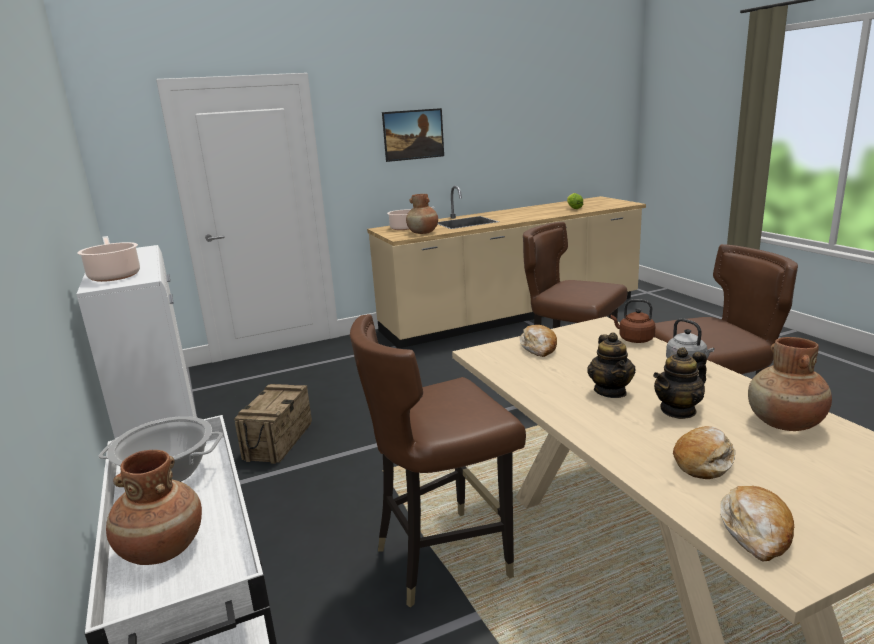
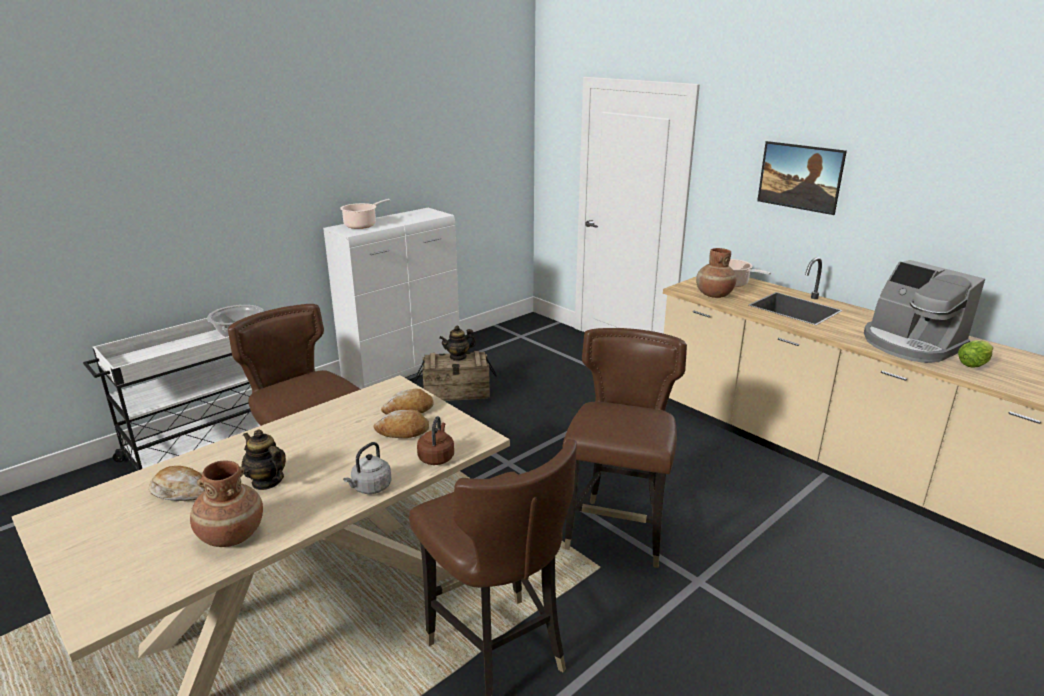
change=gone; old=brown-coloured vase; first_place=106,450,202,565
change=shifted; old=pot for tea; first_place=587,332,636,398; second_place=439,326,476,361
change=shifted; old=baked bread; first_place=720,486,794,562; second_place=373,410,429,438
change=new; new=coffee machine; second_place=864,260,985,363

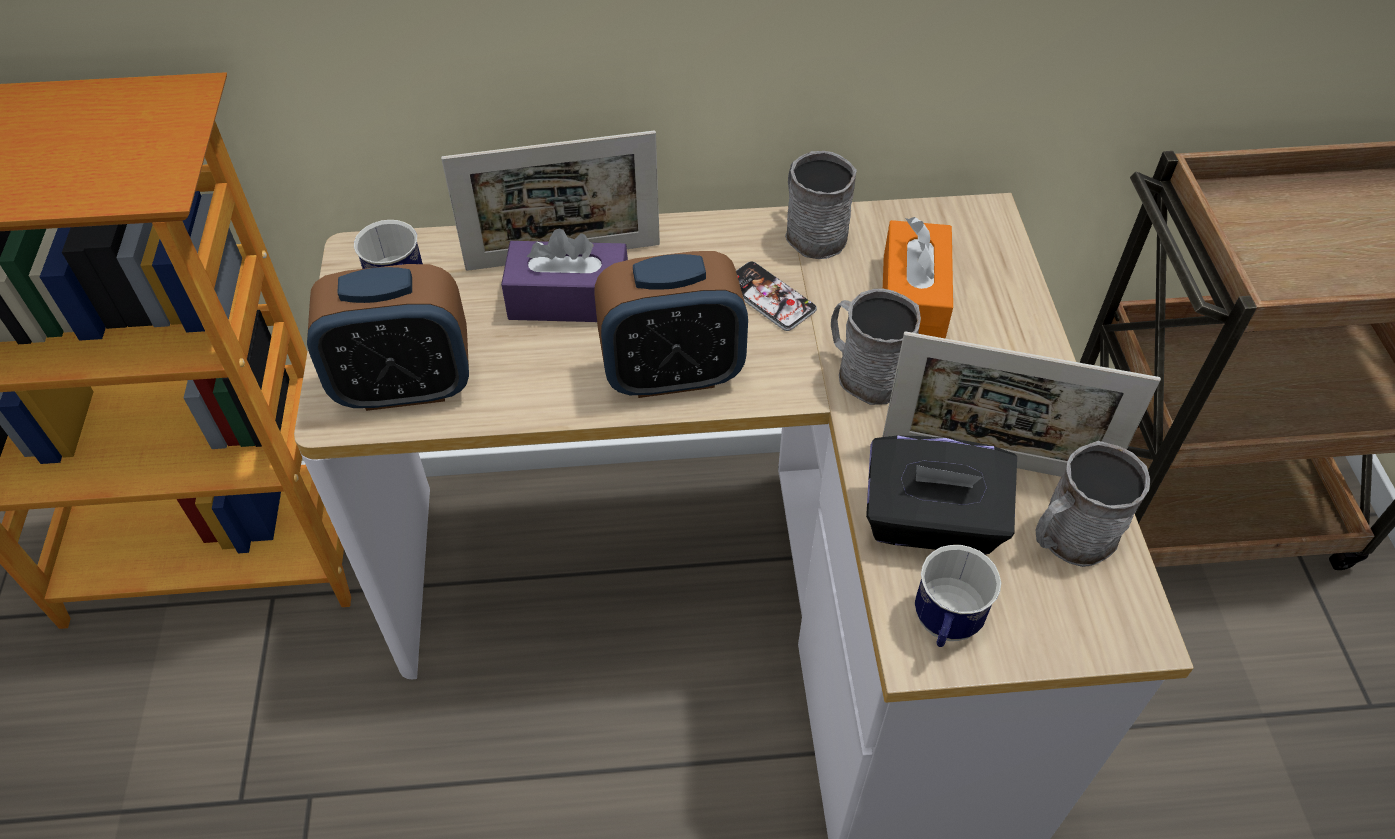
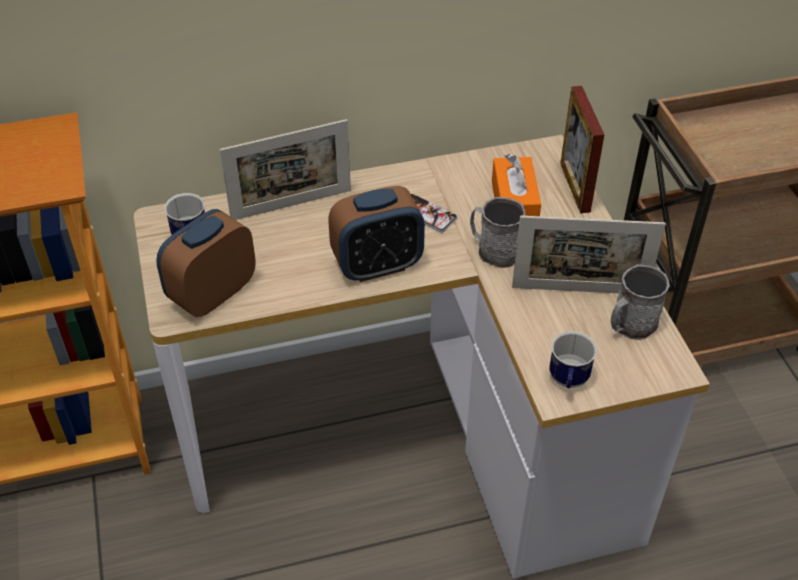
change=rotated; old=alarm clock; first_place=307,264,469,411; second_place=156,209,256,317; degrees=150
change=gone; old=purplish tissue box; first_place=501,228,628,322
change=gone; old=greyish mug; first_place=785,151,857,259
change=gone; old=blackish tissue box; first_place=866,435,1017,554
change=new; new=photo frame; second_place=560,86,605,214

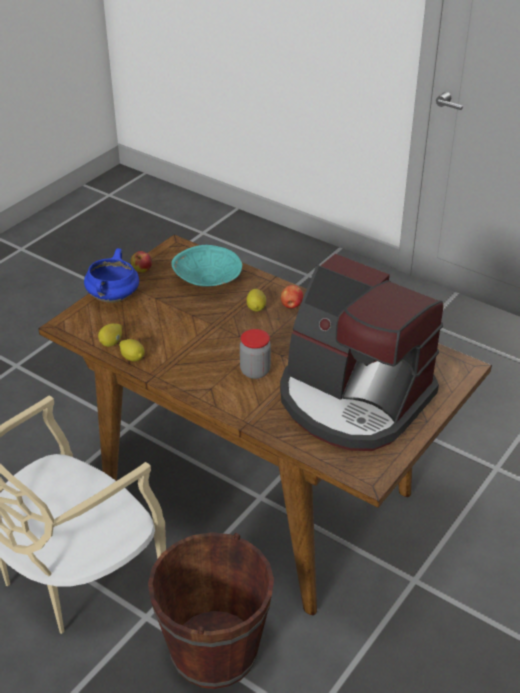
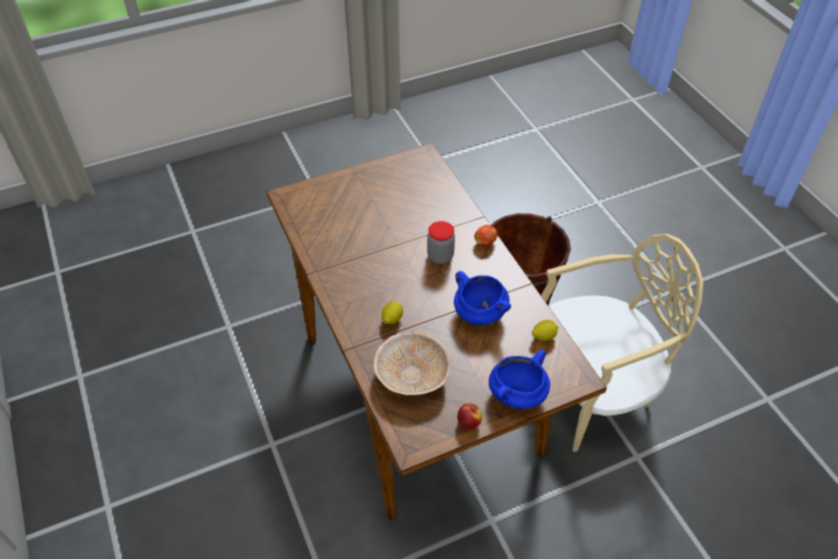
change=gone; old=whole lemon; first_place=119,339,144,362
change=repainted; old=turquoise serving bowl; new=sand-coloured serving bowl; first_place=171,245,242,287; second_place=373,332,451,395
change=gone; old=coffee machine; first_place=280,254,443,451
change=shifted; old=apple; first_place=281,285,303,309; second_place=474,225,497,246
change=new; new=bluish stockpot; second_place=454,271,511,325

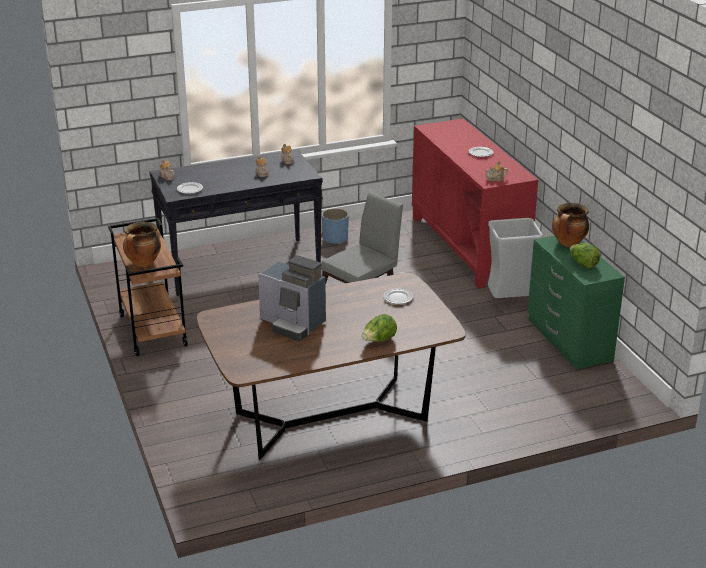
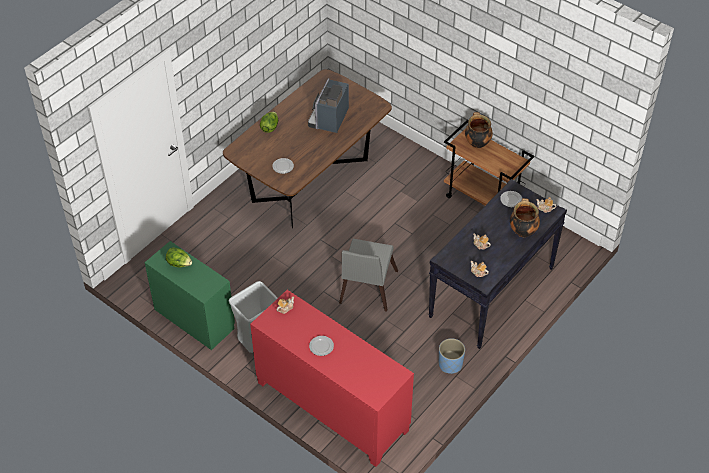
change=rotated; old=coffee machine; first_place=258,255,326,341; second_place=308,78,349,133; degrees=-75
change=shifted; old=stockpot; first_place=552,203,589,247; second_place=510,198,540,237

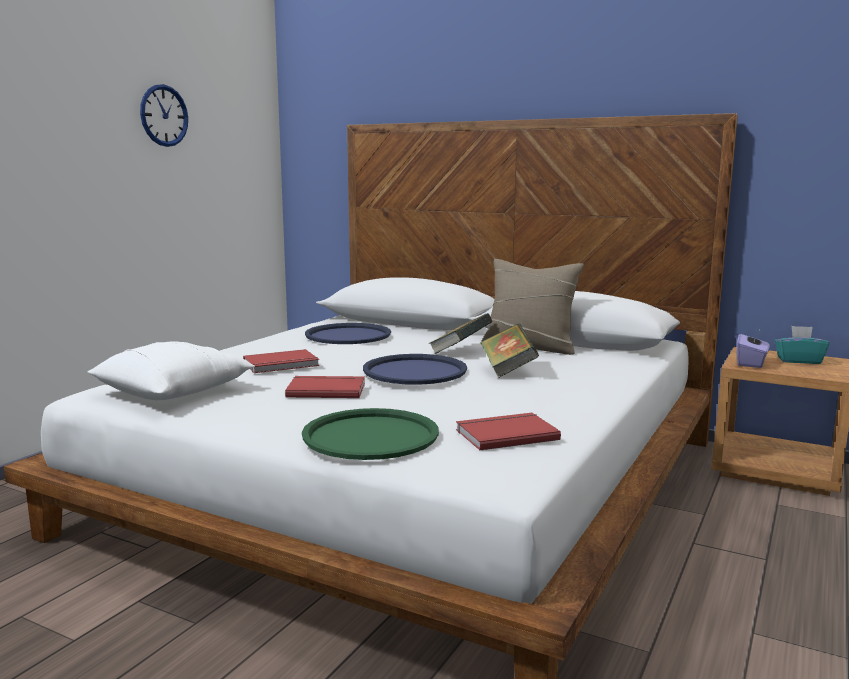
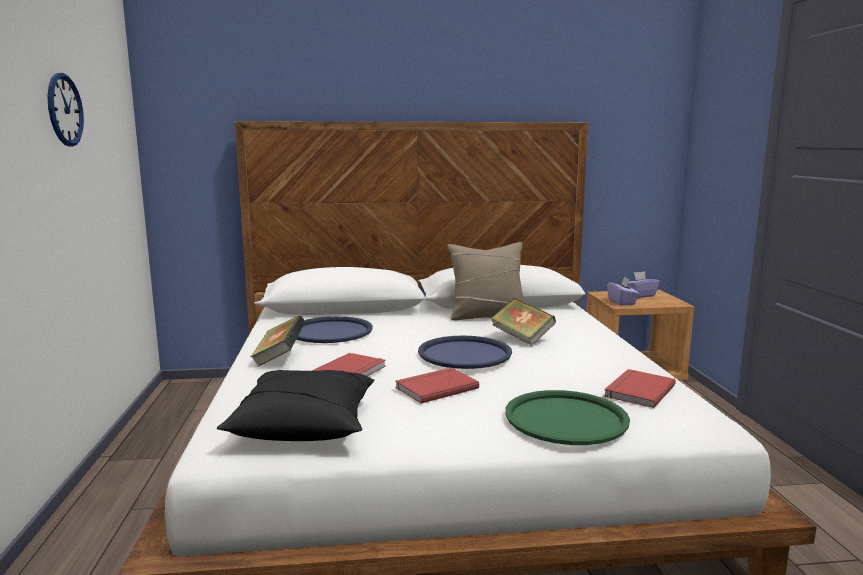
change=repainted; old=whitish pillow; new=blackish pillow; first_place=88,342,255,400; second_place=217,370,375,441
change=shifted; old=volume; first_place=428,313,493,354; second_place=251,316,305,367
change=repainted; old=turquoise tissue box; new=purplish tissue box; first_place=775,326,829,364; second_place=627,271,659,298

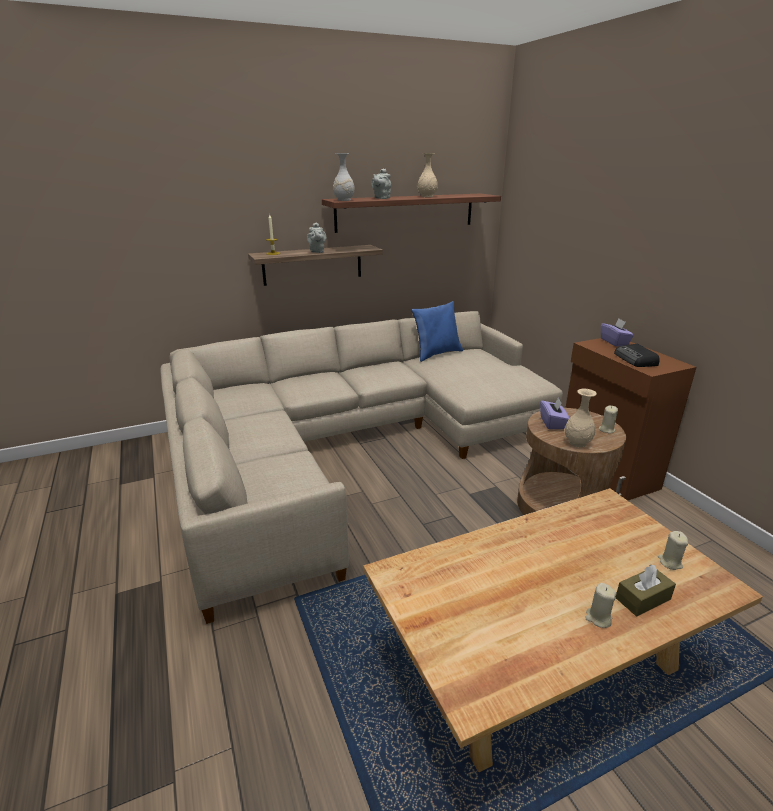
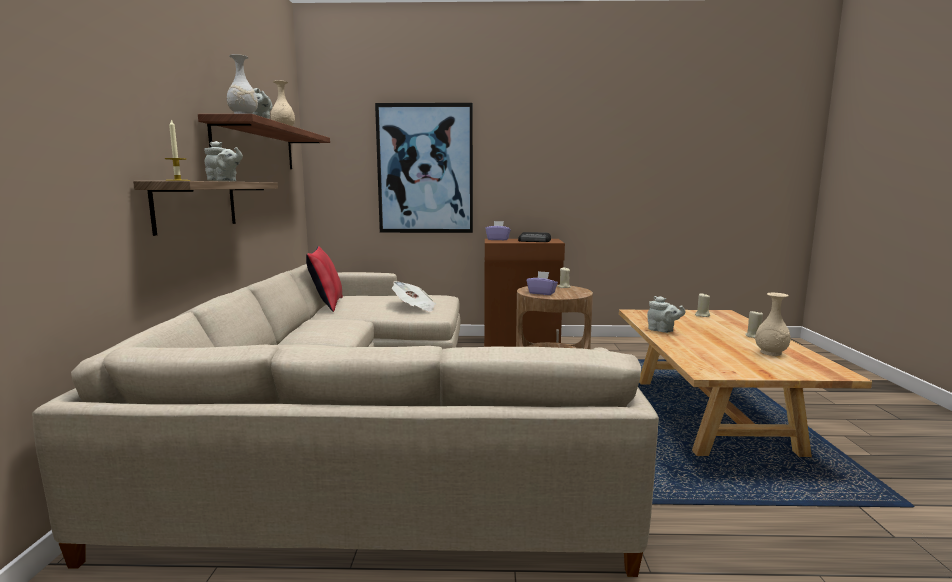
change=repainted; old=bluish pillow; new=reddish pillow; first_place=412,301,463,362; second_place=306,246,343,312
change=shifted; old=sand-coloured vase; first_place=565,389,597,447; second_place=755,293,791,356
change=gone; old=brown-coloured tissue box; first_place=615,565,676,616
change=new; new=wall picture; second_place=375,103,473,233
change=new; new=newspaper; second_place=392,281,436,312
change=new; new=greyish pot for tea; second_place=647,296,686,333

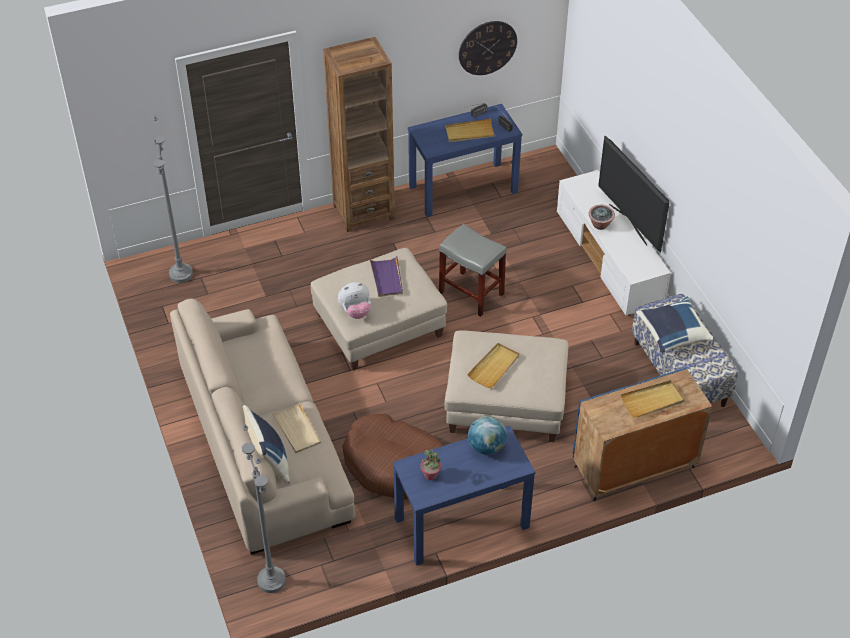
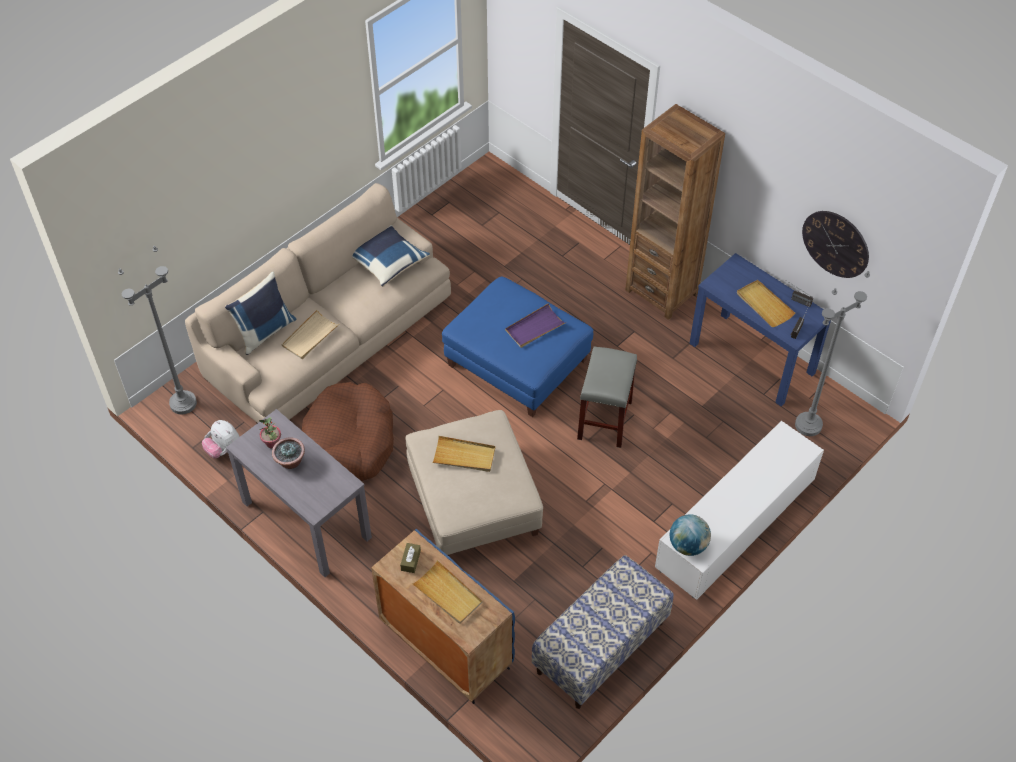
change=shifted; old=greyish floor lamp; first_place=153,115,193,283; second_place=795,271,870,436
change=repainted; old=sand-coloured pouffe; new=bluish pouffe; first_place=311,248,447,370; second_place=442,276,593,417
change=shifted; old=plush toy; first_place=338,282,371,319; second_place=202,420,240,458
change=repainted; old=bluish hall table; new=greyish hall table; first_place=393,425,535,566; second_place=226,409,372,577
change=shifted; old=world globe; first_place=468,416,507,455; second_place=670,514,711,556
change=shifted; old=potted plant; first_place=589,205,615,230; second_place=272,437,305,469
change=gone; old=television; first_place=598,135,669,253
change=shifted; old=bluish pillow; first_place=636,297,714,353; second_place=352,225,430,287
change=new; new=brown-coloured tissue box; second_place=400,543,421,573

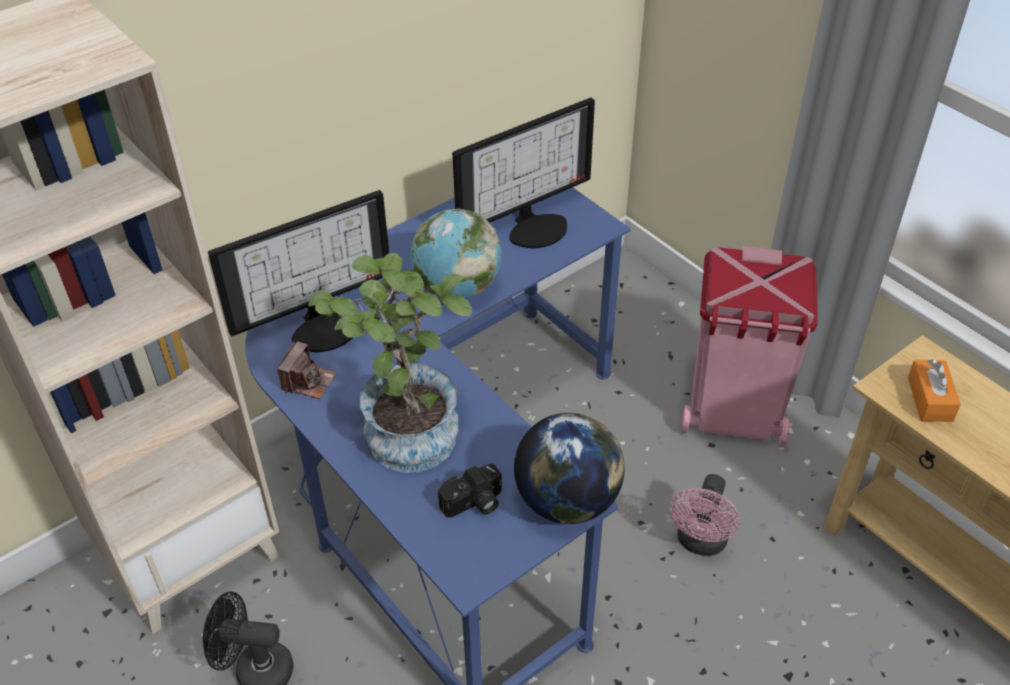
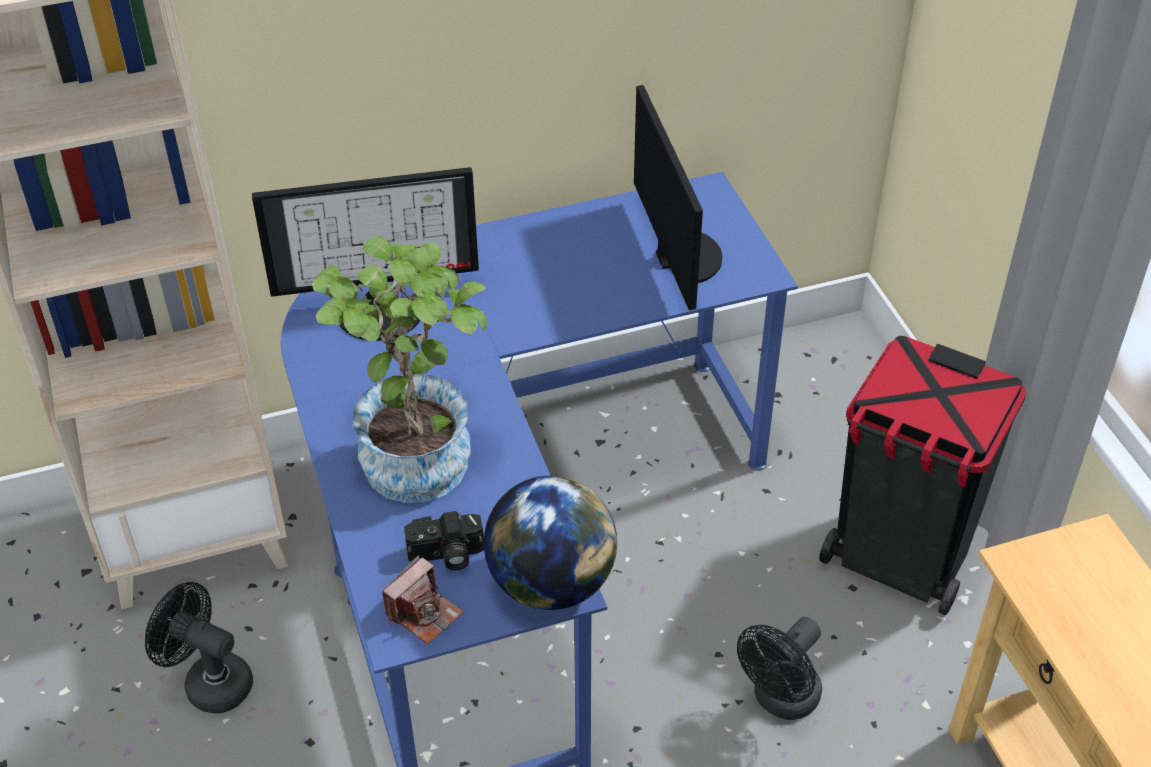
change=shifted; old=photo camera; first_place=277,341,337,399; second_place=382,556,464,644
change=gone; old=world globe; first_place=411,209,502,299
change=rotated; old=monitor; first_place=452,98,595,248; second_place=634,85,722,310; degrees=-90
change=repainted; old=pinkish fan; new=blackish fan; first_place=670,474,740,556; second_place=737,617,822,720
change=repainted; old=pinkish waste bin; new=blackish waste bin; first_place=681,247,818,446; second_place=819,336,1026,615
change=gone; old=orange tissue box; first_place=908,359,961,422

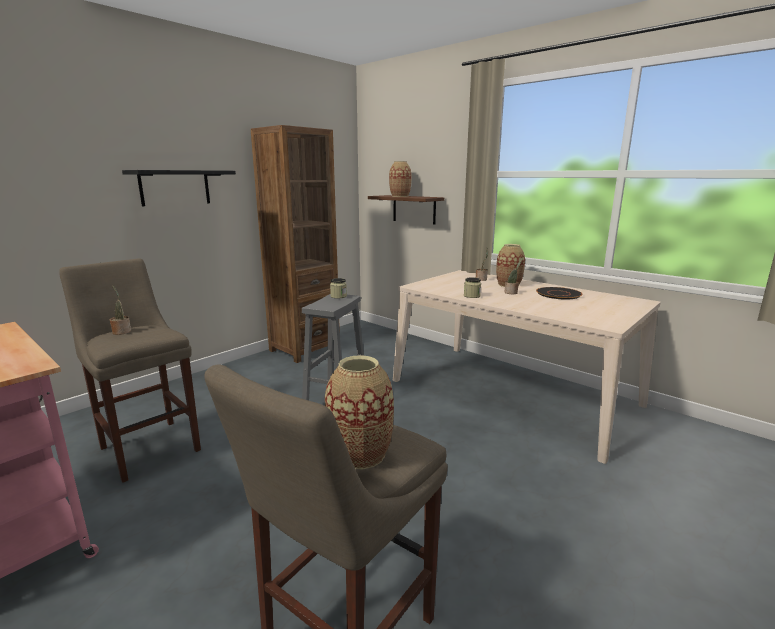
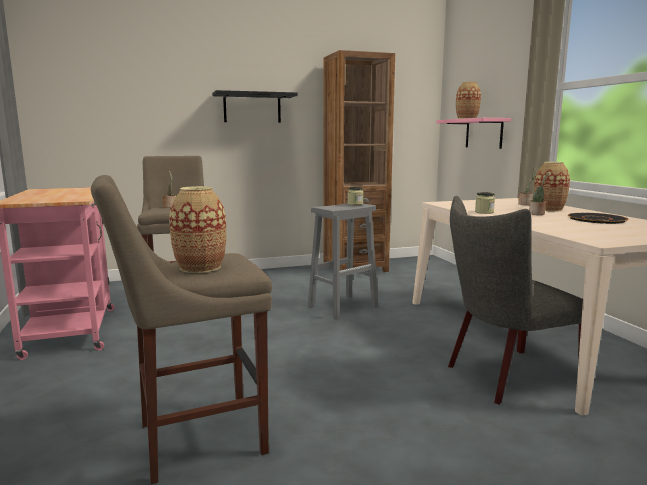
change=repainted; old=brown-coloured shelf; new=pinkish shelf; first_place=368,195,444,225; second_place=436,118,511,149
change=new; new=greyish plain chair; second_place=448,196,583,405

